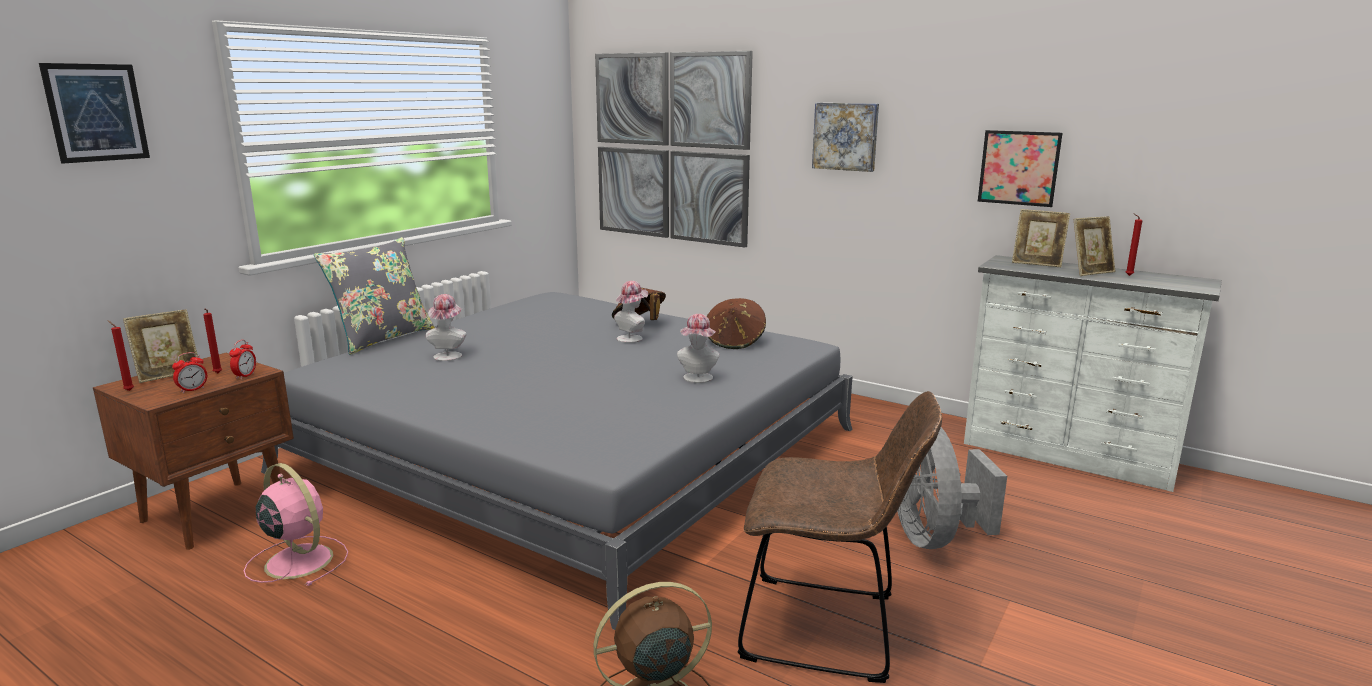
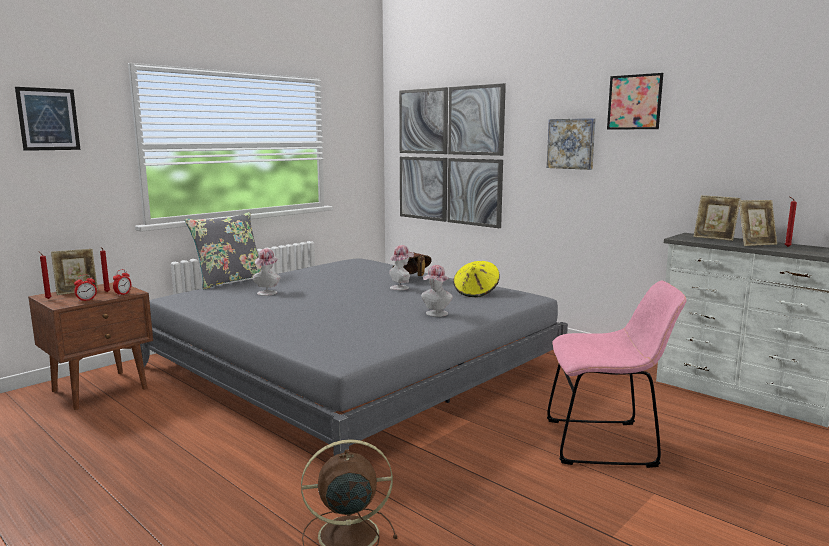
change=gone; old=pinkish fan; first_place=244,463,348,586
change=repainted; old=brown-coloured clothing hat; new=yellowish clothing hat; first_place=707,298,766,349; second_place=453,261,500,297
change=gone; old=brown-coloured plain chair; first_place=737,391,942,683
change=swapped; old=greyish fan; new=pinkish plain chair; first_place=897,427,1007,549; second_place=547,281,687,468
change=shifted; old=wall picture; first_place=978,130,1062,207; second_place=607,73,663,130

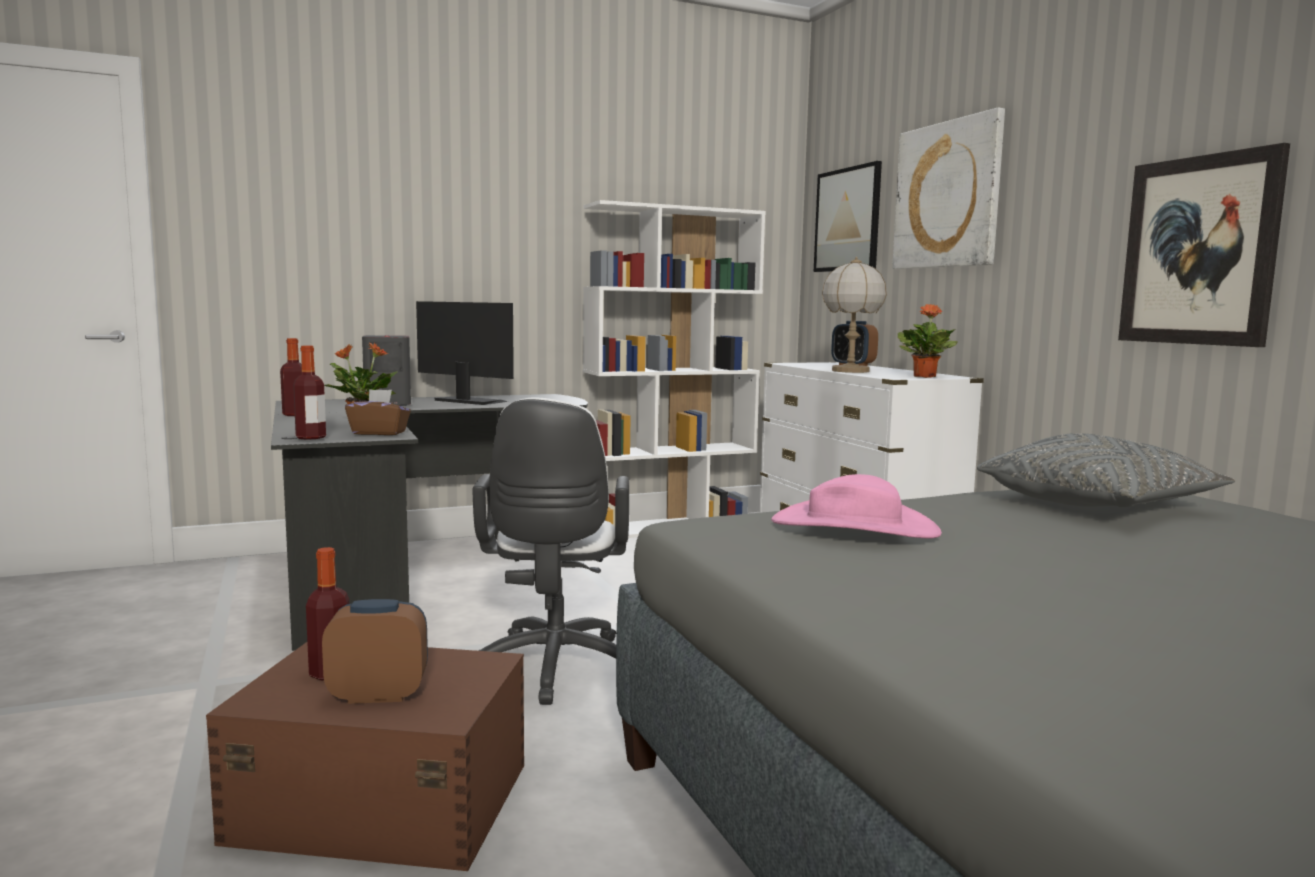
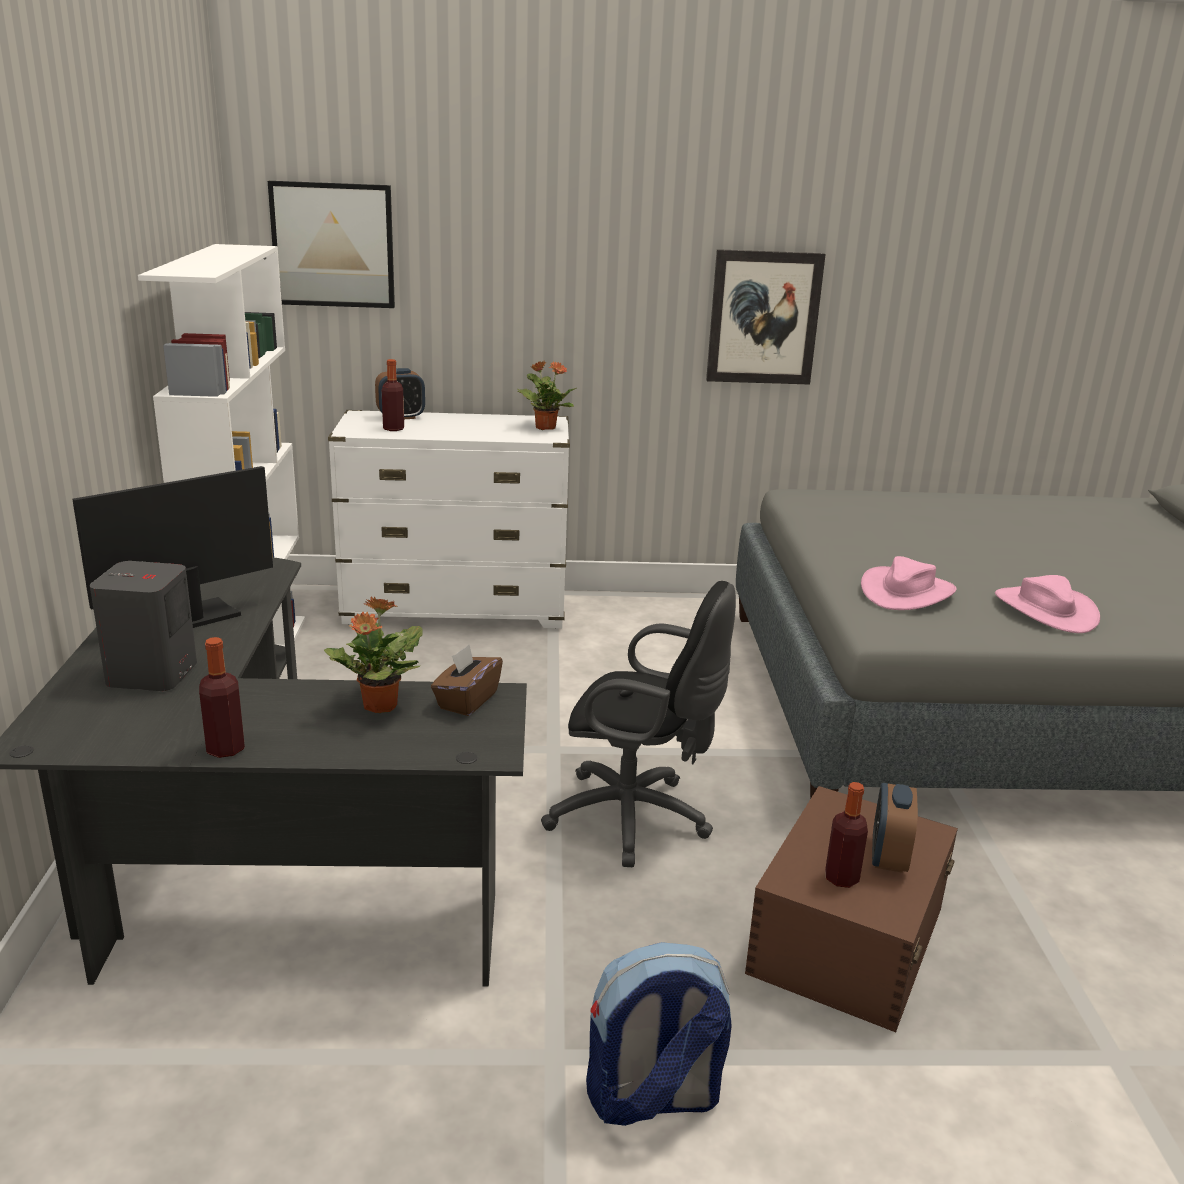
change=shifted; old=bottle; first_place=293,346,326,440; second_place=382,359,404,431
change=repainted; old=whitish computer chair; new=blackish computer chair; first_place=472,397,629,705; second_place=541,581,736,867
change=gone; old=lamp for a table; first_place=822,257,887,373
change=gone; old=wall picture; first_place=892,108,1005,269
change=gone; old=greyish pillow; first_place=977,433,1235,507
change=new; new=backpack; second_place=586,942,732,1126
change=new; new=pinkish clothing hat; second_place=995,575,1100,633

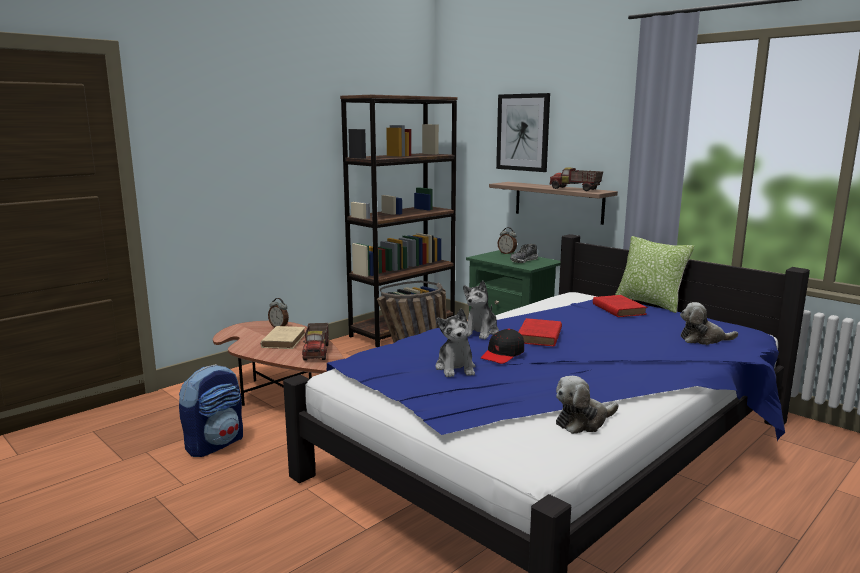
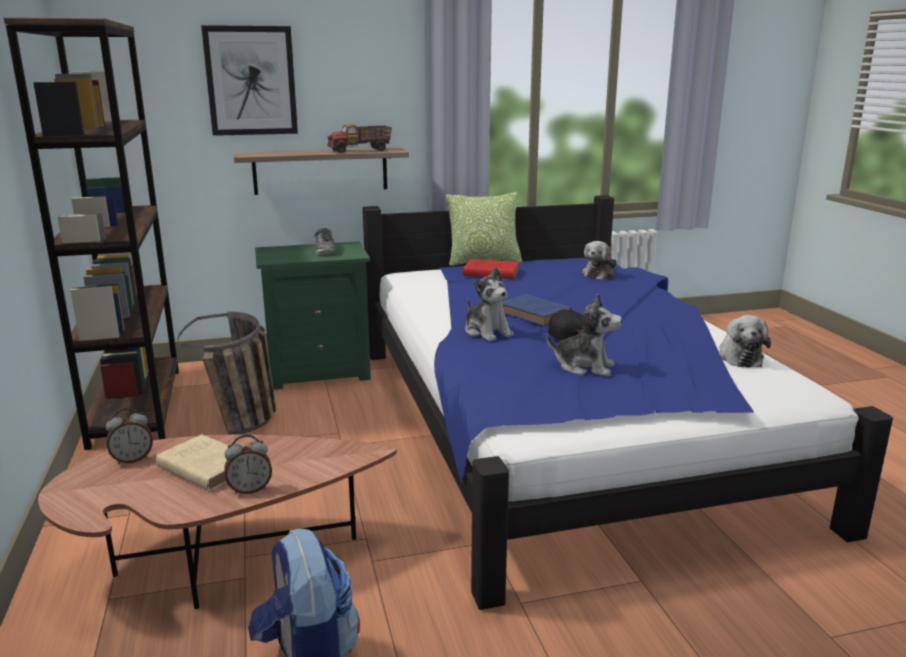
change=gone; old=model truck; first_place=302,323,329,361
change=shifted; old=alarm clock; first_place=498,227,517,255; second_place=224,434,272,494
change=repainted; old=reddish volume; new=bluish volume; first_place=519,318,562,347; second_place=503,294,572,326

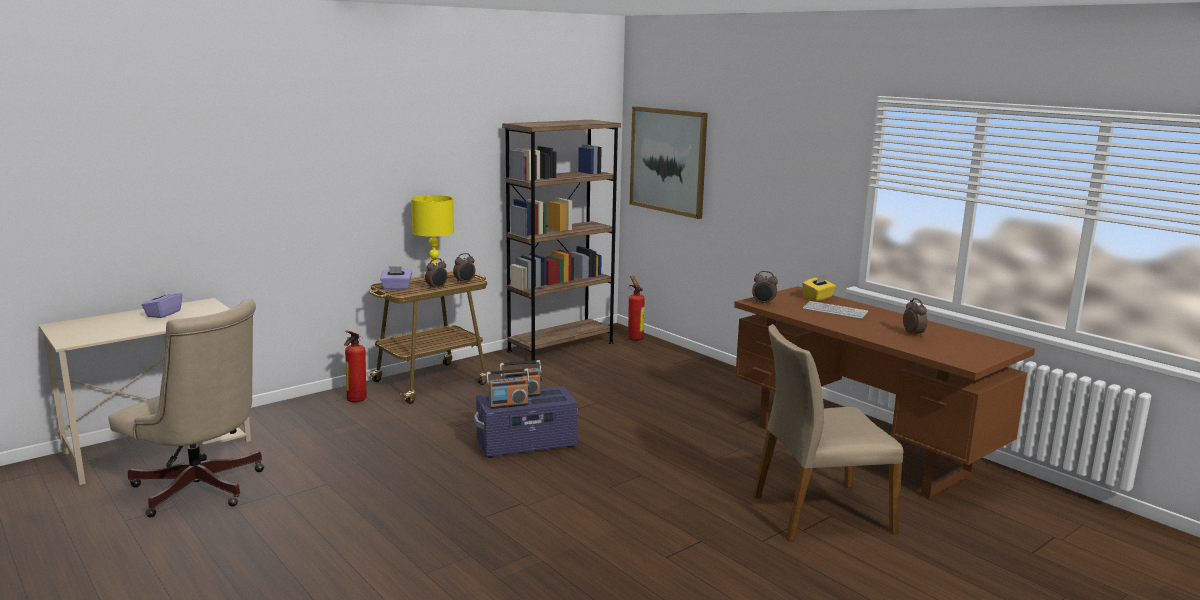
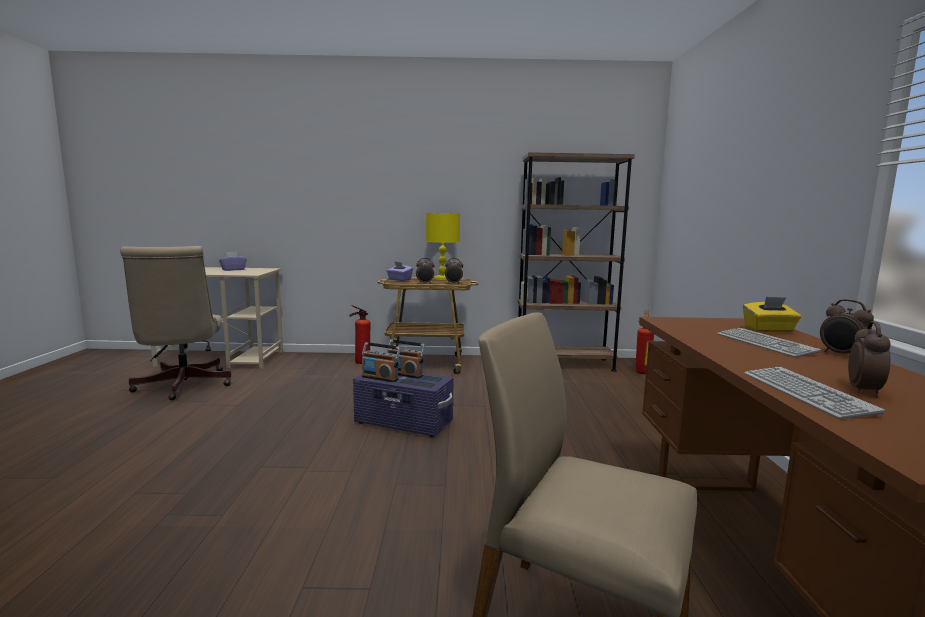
change=gone; old=wall picture; first_place=630,106,708,219
change=shifted; old=alarm clock; first_place=752,271,778,305; second_place=820,299,874,354
change=new; new=PC keyboard; second_place=744,367,885,419

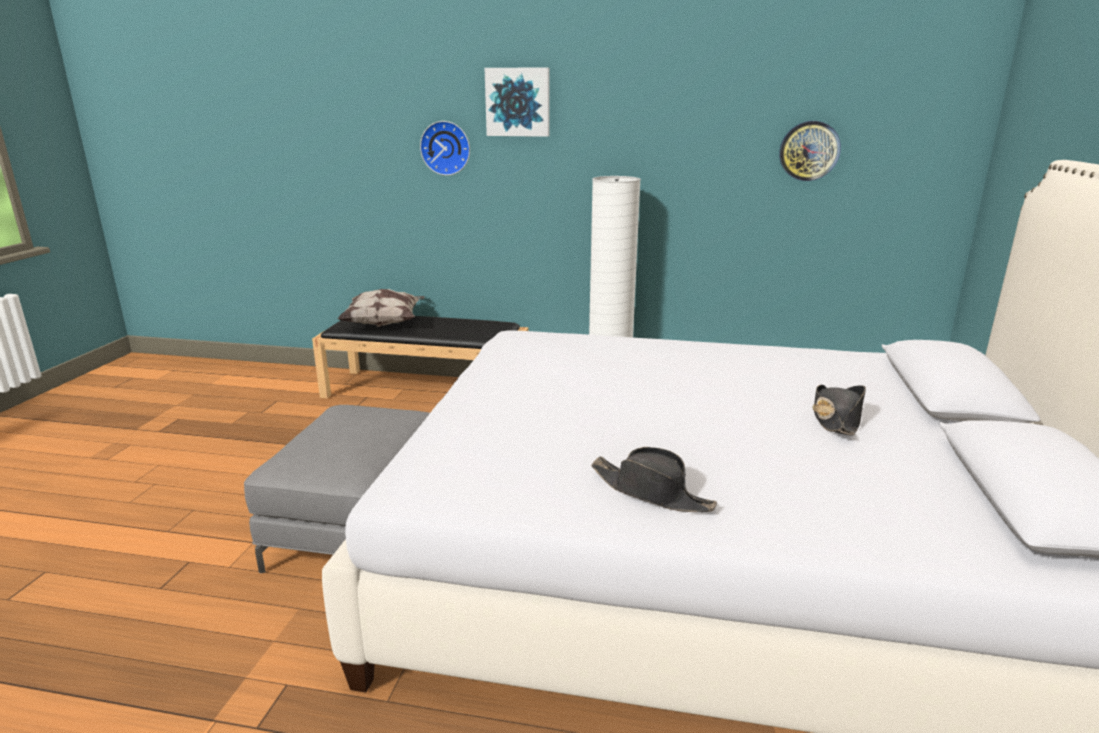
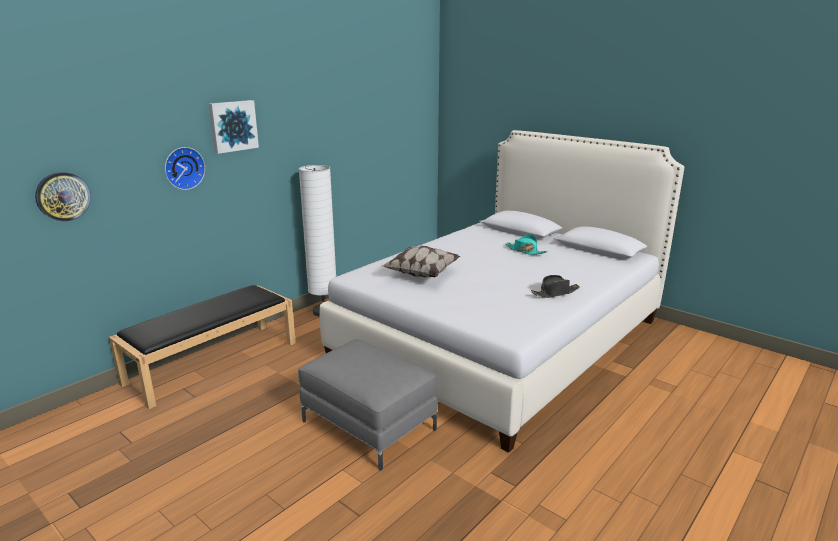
change=shifted; old=pillow; first_place=337,289,425,327; second_place=382,245,461,278
change=shifted; old=hanging clock; first_place=779,121,841,181; second_place=35,172,91,221
change=repainted; old=blackish clothing hat; new=turquoise clothing hat; first_place=813,385,866,436; second_place=506,234,547,255

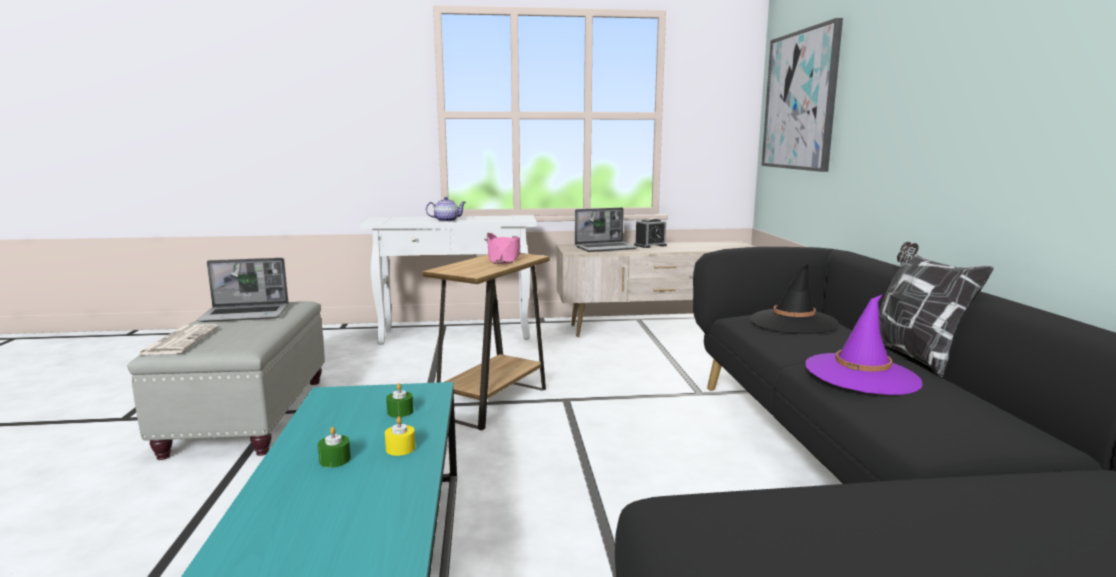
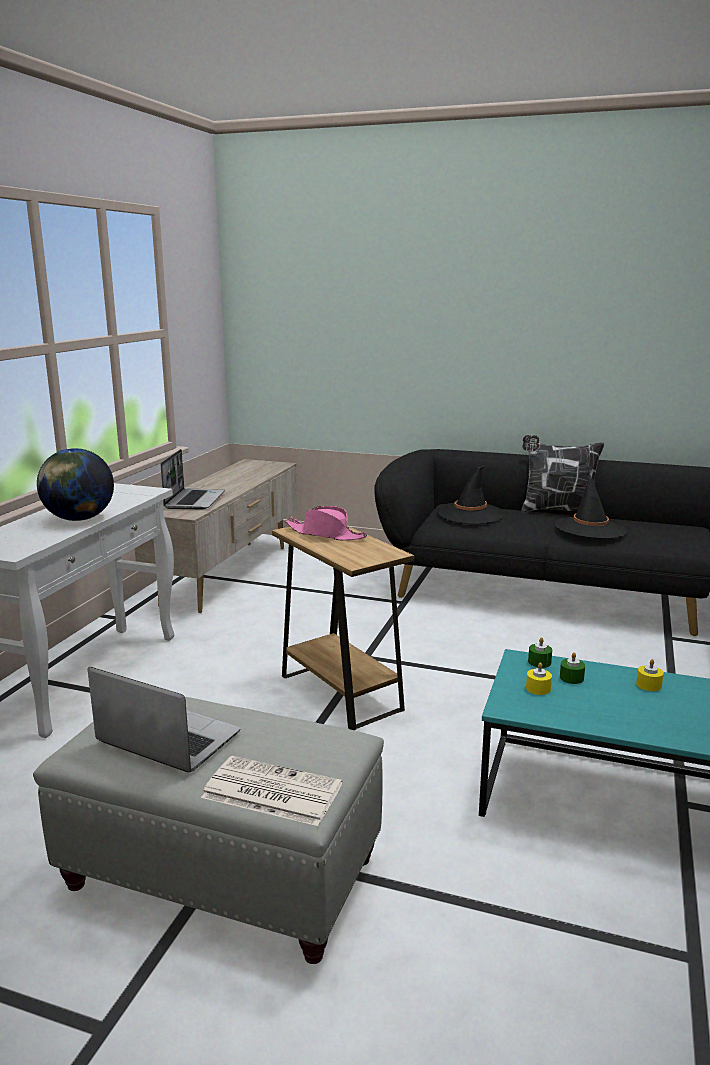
change=rotated; old=laptop; first_place=197,258,289,322; second_place=88,667,241,772; degrees=-75
change=shifted; old=greenish candle; first_place=318,427,351,468; second_place=528,637,552,668
change=swapped; old=pot for tea; new=world globe; first_place=426,197,466,222; second_place=37,448,114,521
change=gone; old=alarm clock; first_place=634,218,667,248
change=gone; old=wall picture; first_place=762,18,843,172
change=repainted; old=purplish clothing hat; new=blackish clothing hat; first_place=806,294,923,395; second_place=554,474,628,539
change=new; new=yellowish candle; second_place=526,663,552,695

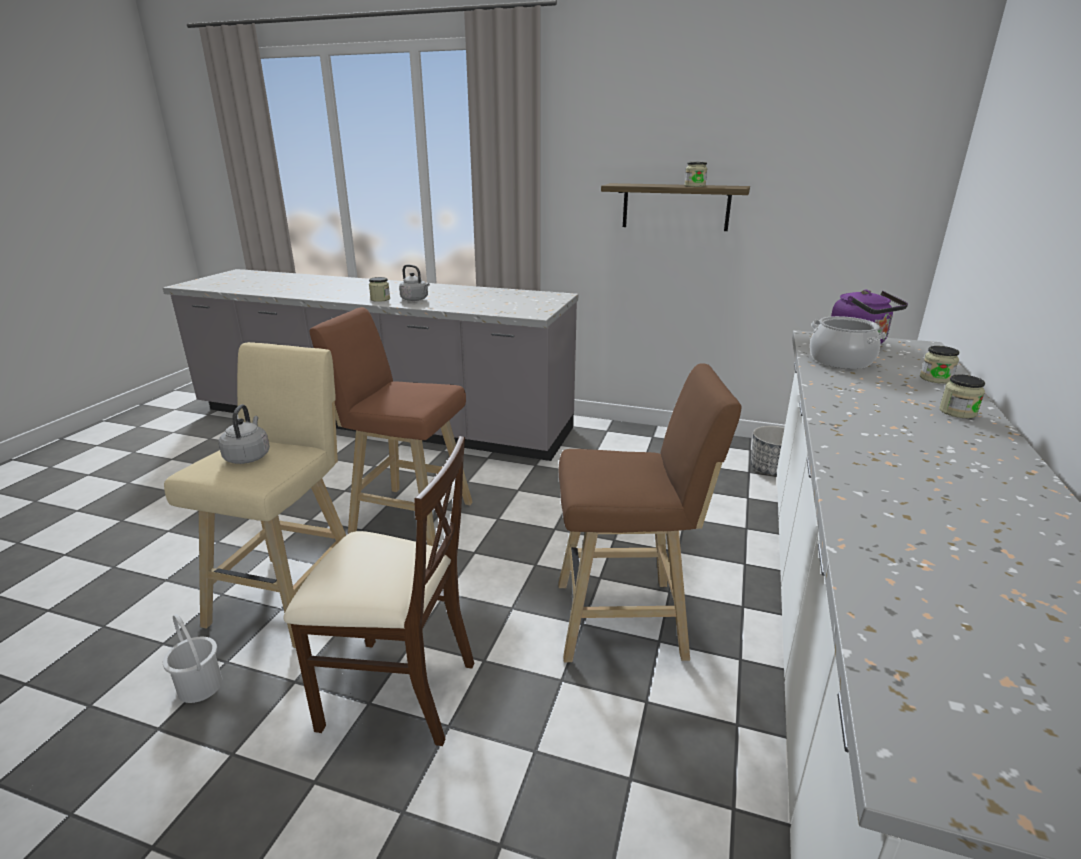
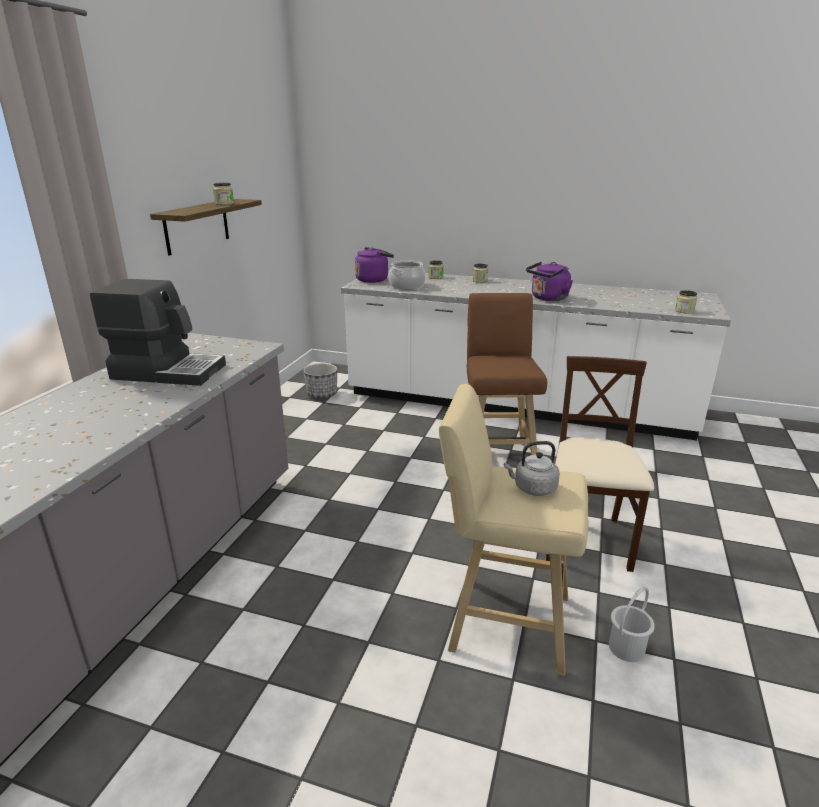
change=gone; old=brown-coloured stool; first_place=309,307,473,546
change=shifted; old=preserve jar; first_place=369,277,390,302; second_place=675,290,697,314
change=gone; old=greyish water kettle; first_place=399,265,430,301
change=new; new=coffee machine; second_place=90,279,226,386
change=new; new=purplish water kettle; second_place=526,262,573,301

